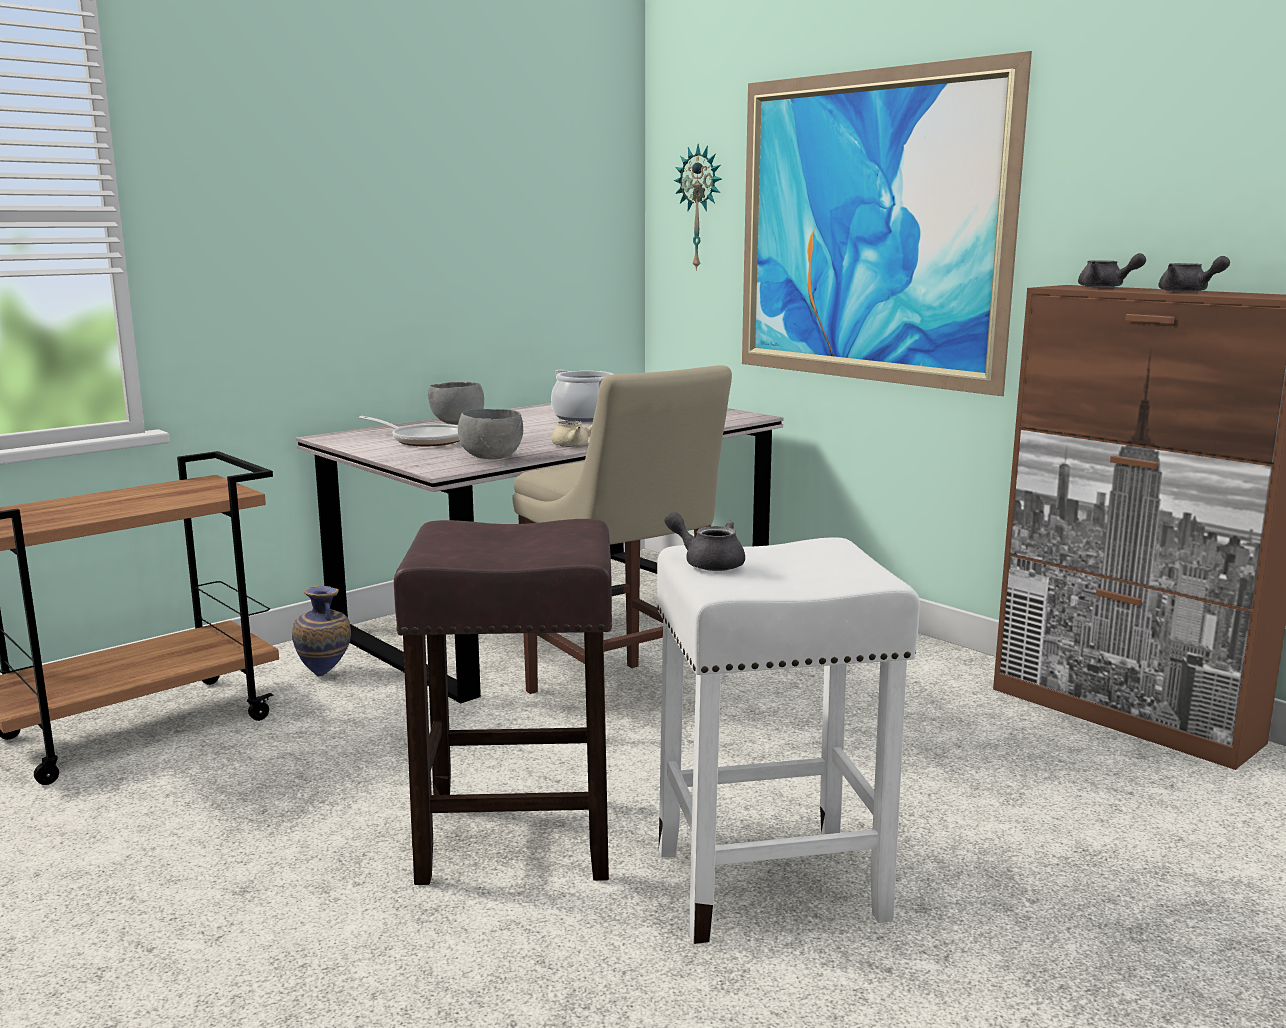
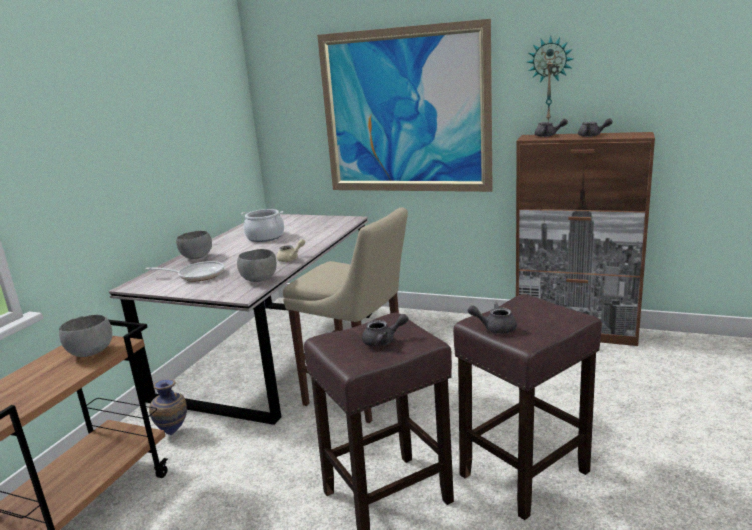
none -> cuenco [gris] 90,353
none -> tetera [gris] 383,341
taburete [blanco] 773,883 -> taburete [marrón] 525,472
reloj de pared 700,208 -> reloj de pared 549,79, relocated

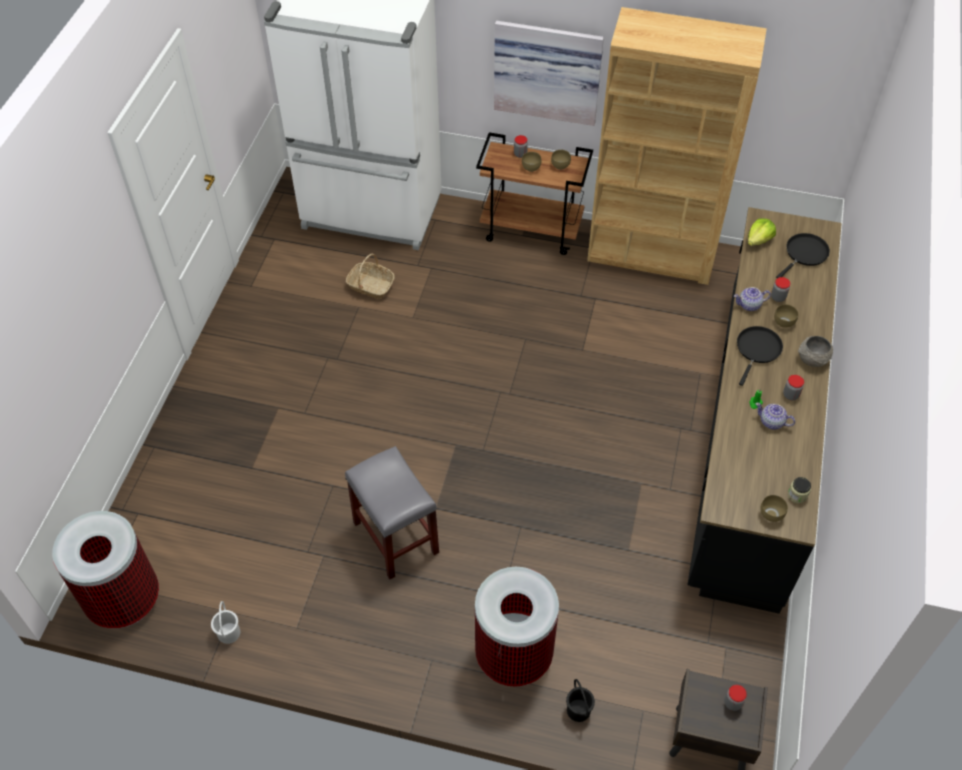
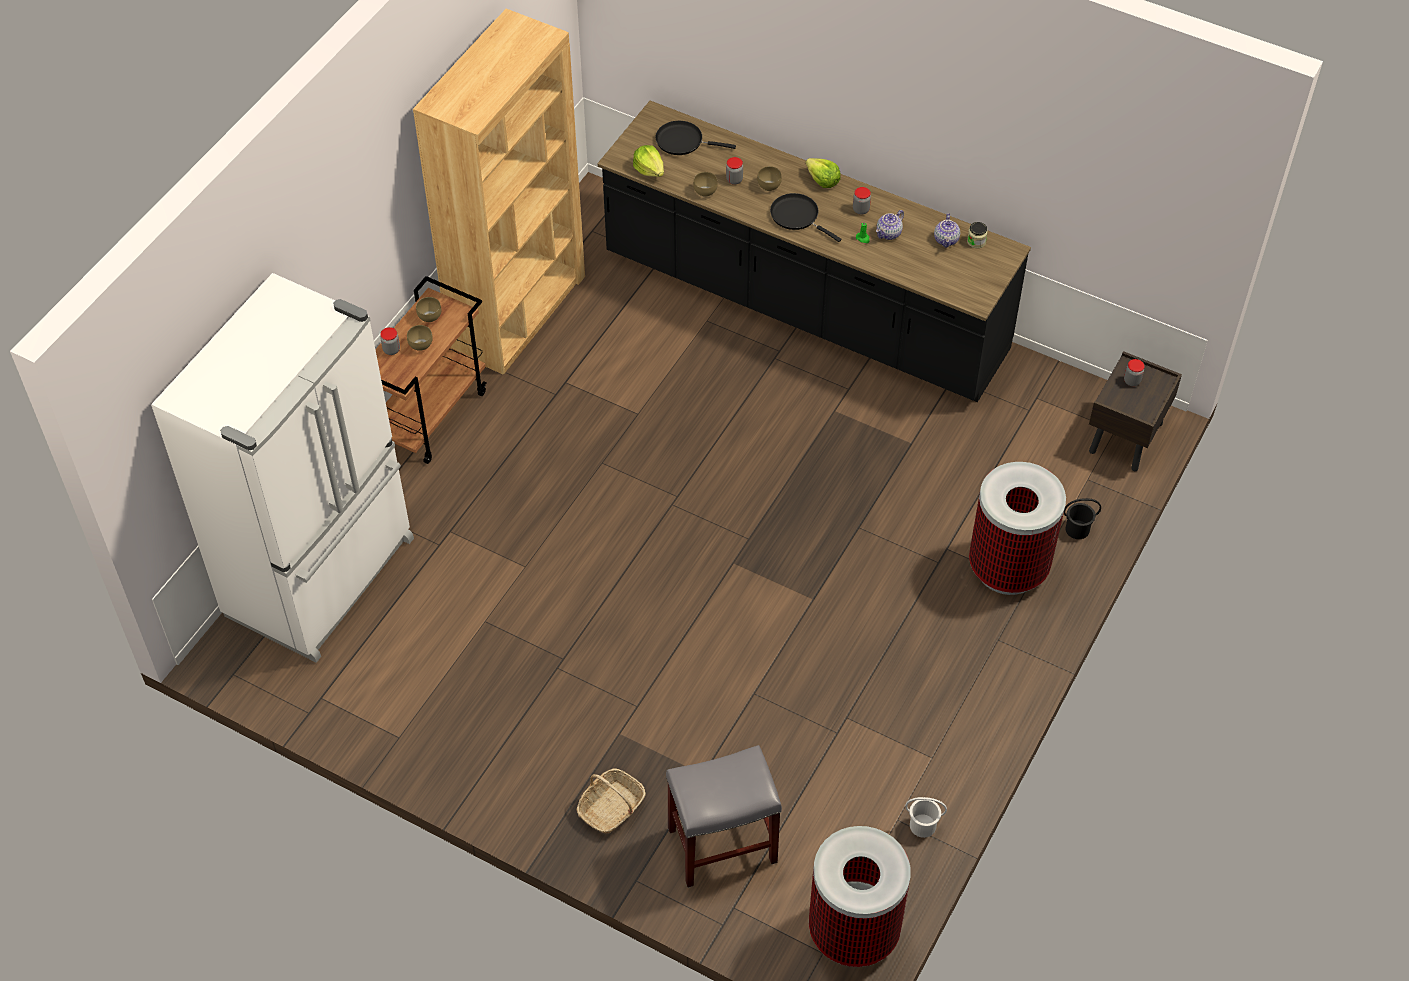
cesta 370,286 -> cesta 611,808, relocated
sartén [negro] 804,254 -> sartén [negro] 683,141, 45 degrees counterclockwise
taburete [gris] 395,537 -> taburete [gris] 721,846, relocated
cuenco [marrón] 771,513 -> cuenco [marrón] 704,191, relocated
cuenco [gris] 812,359 -> lechuga 822,180
tetera 749,305 -> tetera 946,239, relocated
cuadro 547,70 -> none

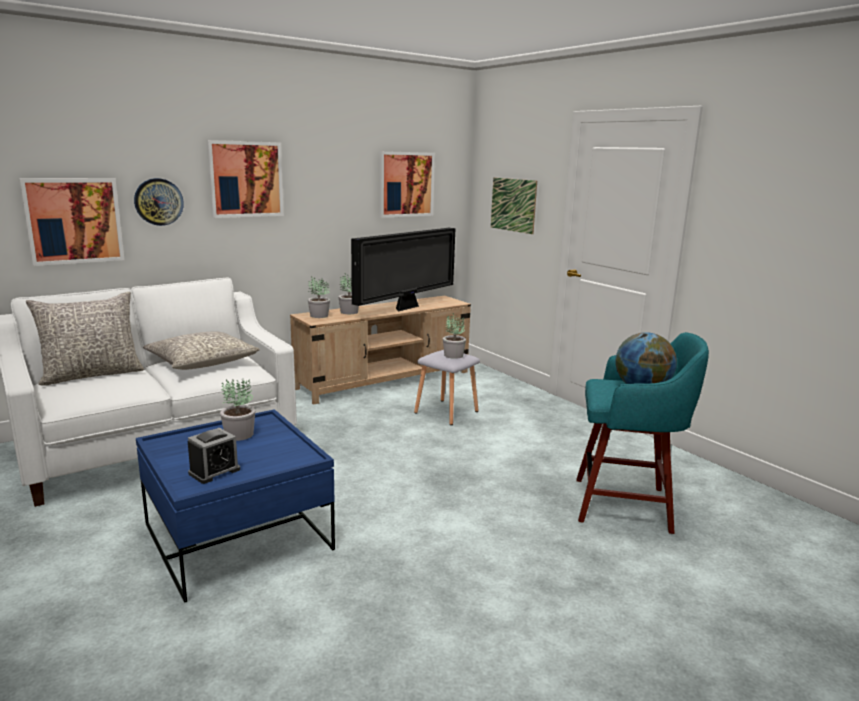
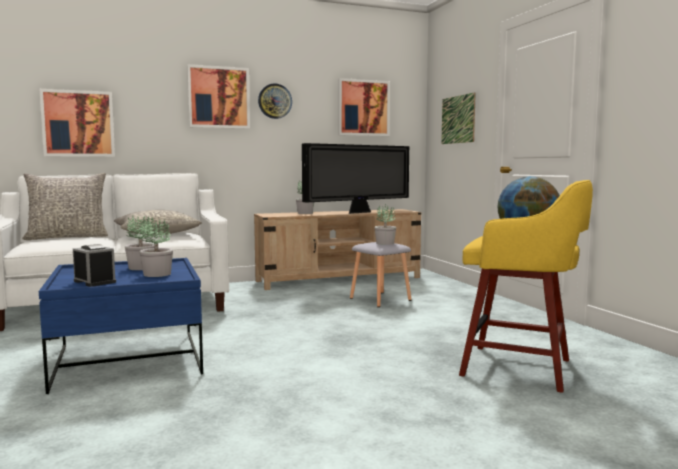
despertador 214,471 -> despertador 95,282, 105 degrees counterclockwise
planta en maceta 318,316 -> planta en maceta 156,274, relocated
reloj de pared 158,202 -> reloj de pared 275,101, relocated
taburete [turquesa] 626,505 -> taburete [amarillo] 520,368

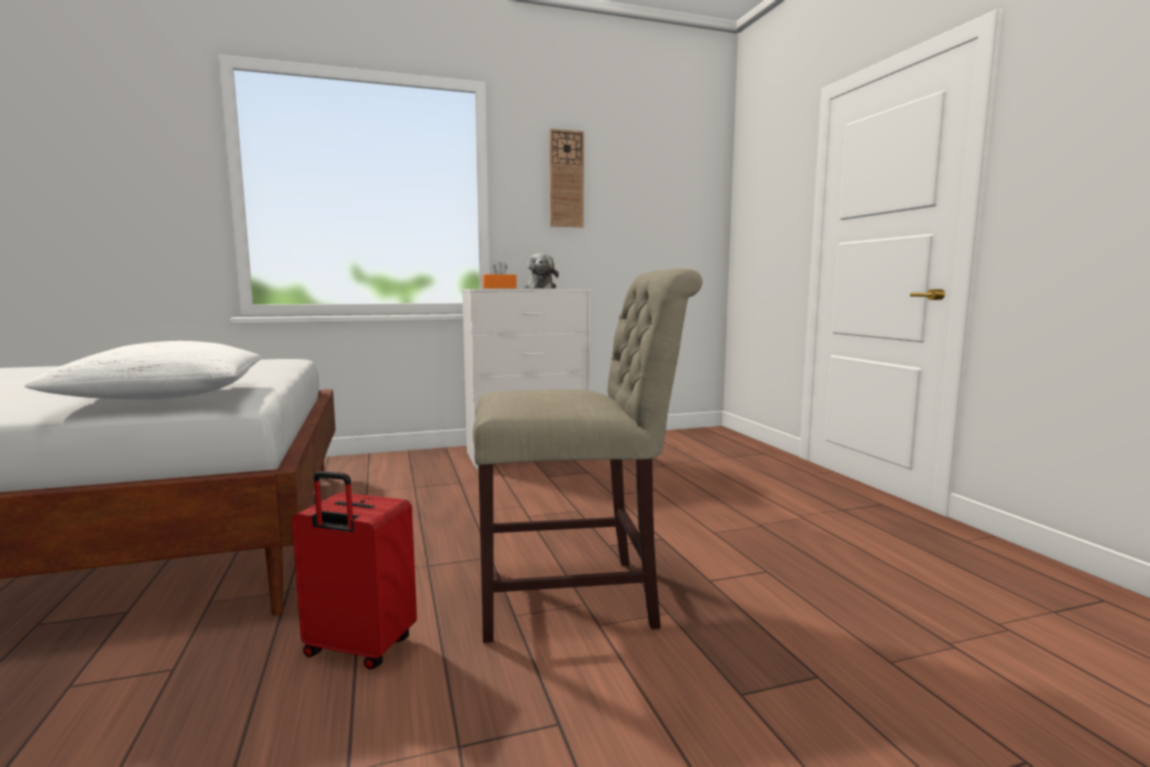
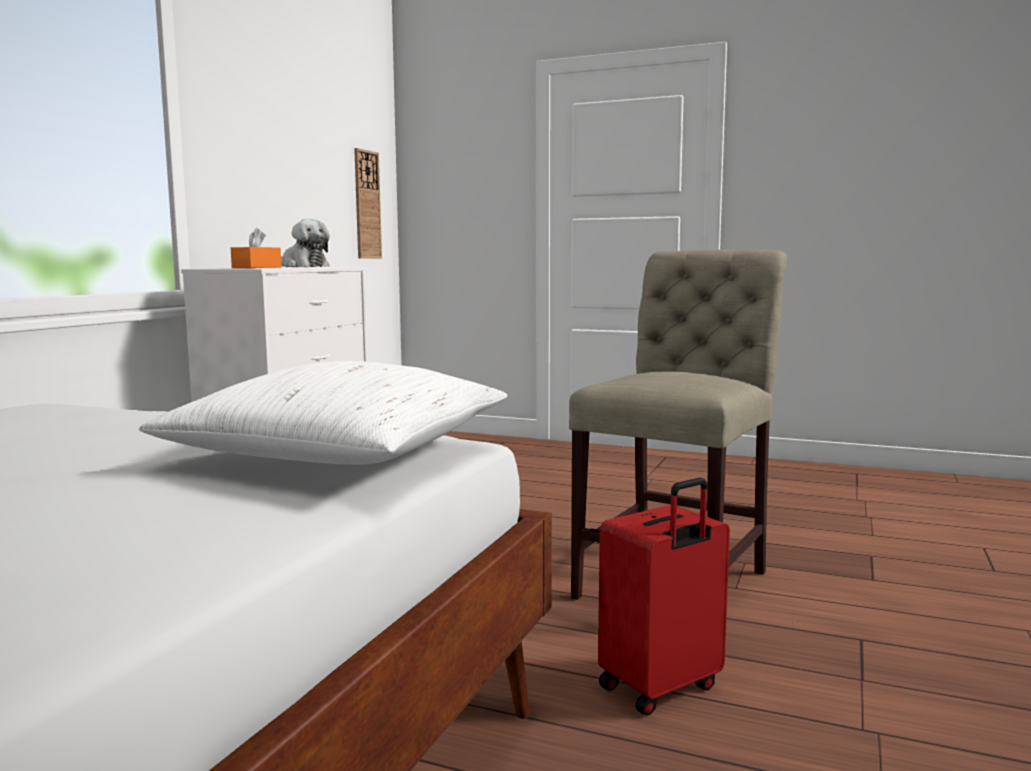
reloj de pared 566,179 -> reloj de pared 367,205, relocated

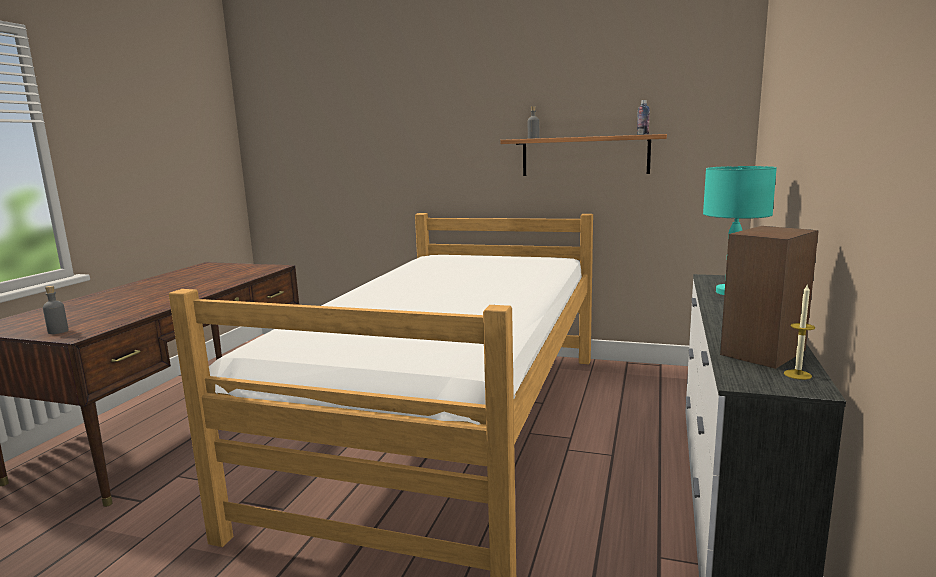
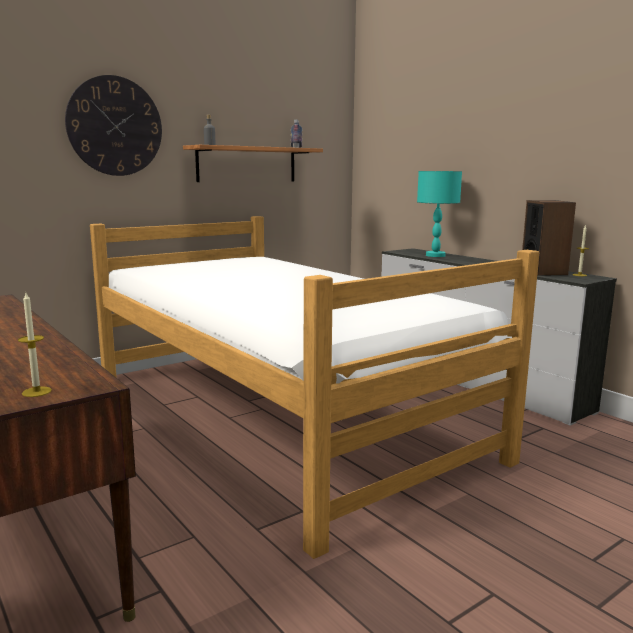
botella [gris] 58,331 -> vela 36,392
none -> reloj de pared 115,126

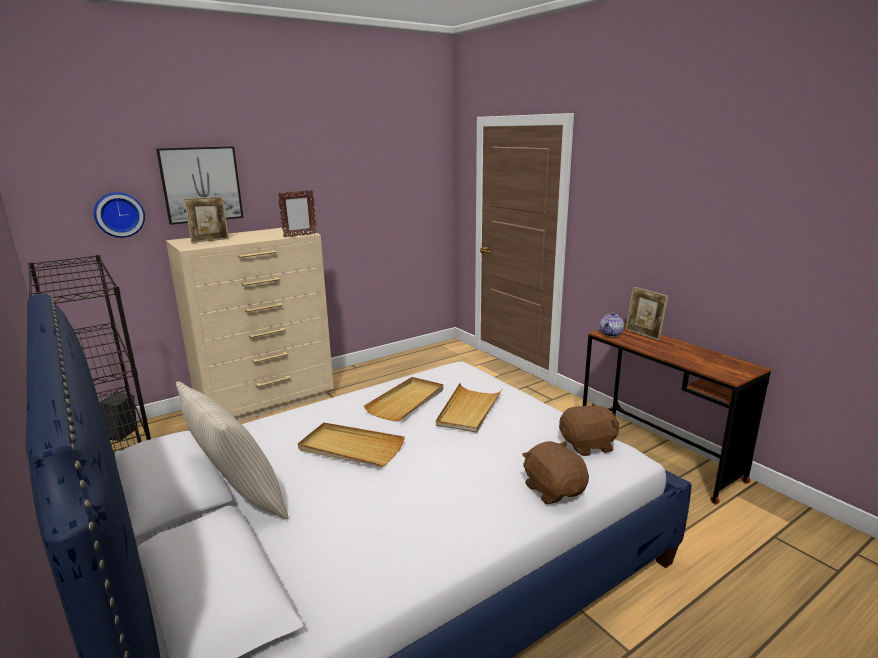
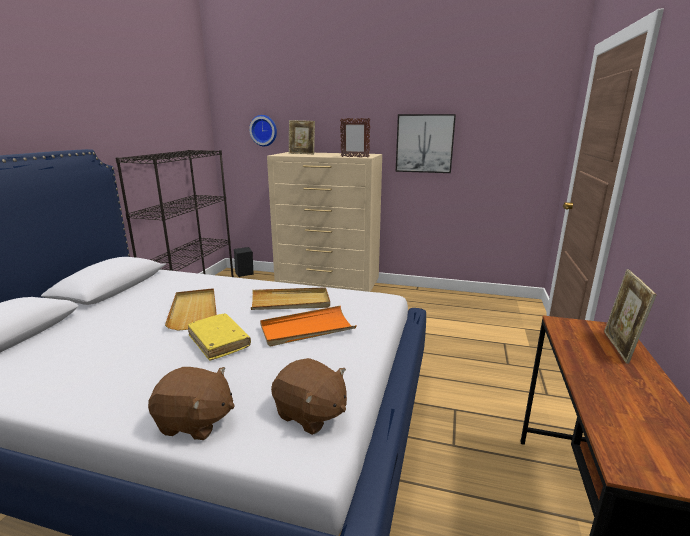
peluche [marrón] 554,490 -> peluche [marrón] 195,422, 75 degrees clockwise
none -> libro [amarillo] 219,342
bandeja [beis] 468,410 -> bandeja [naranja] 307,329
cuadro 201,184 -> cuadro 424,143, relocated
cojín [beis] 239,499 -> none
tetera 611,334 -> none

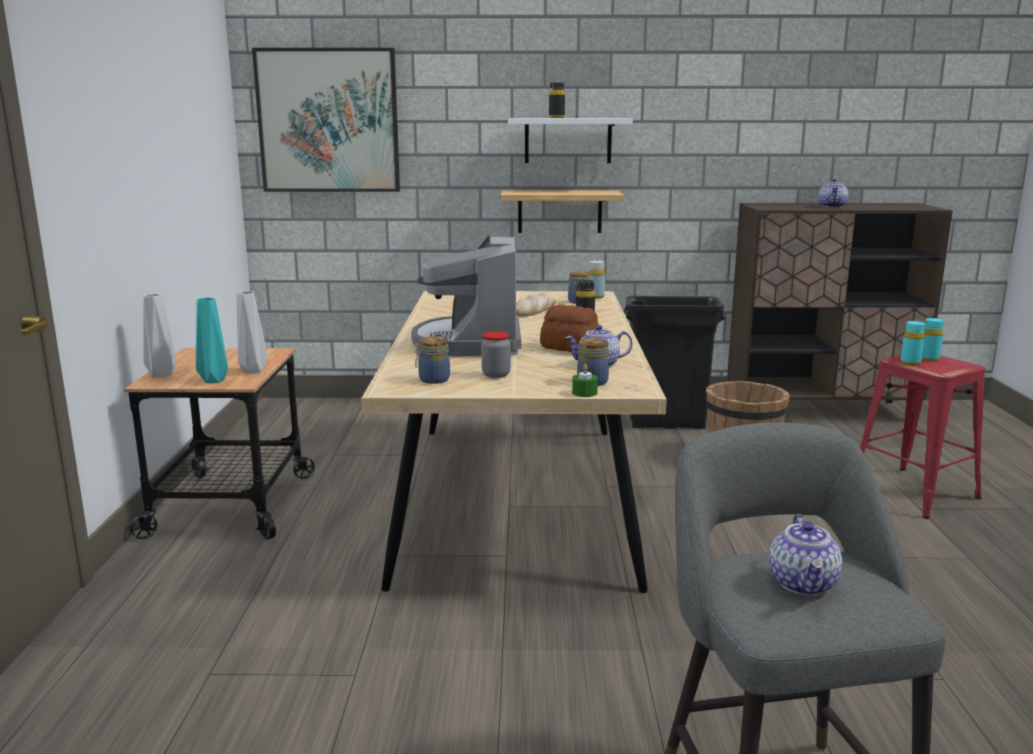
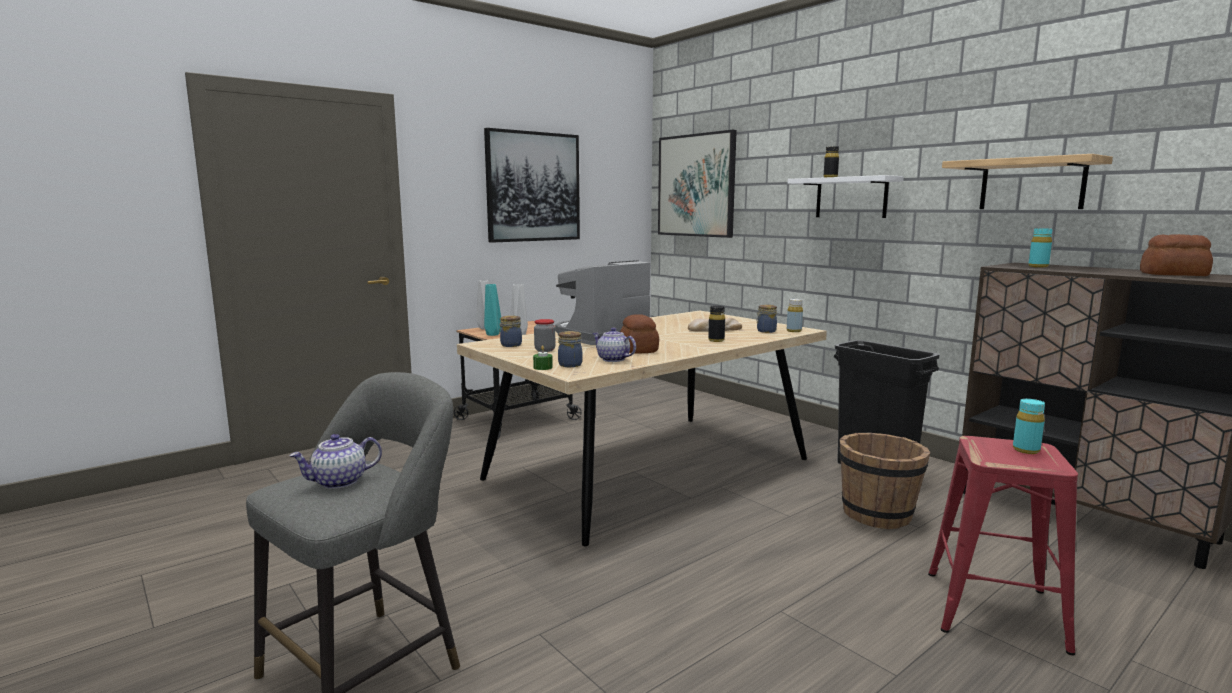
none -> cuadro 533,187
estante 559,211 -> estante 1031,184, relocated
botella [turquesa] 910,363 -> botella [turquesa] 1038,266, relocated
none -> pan 1174,274
tetera 832,206 -> none

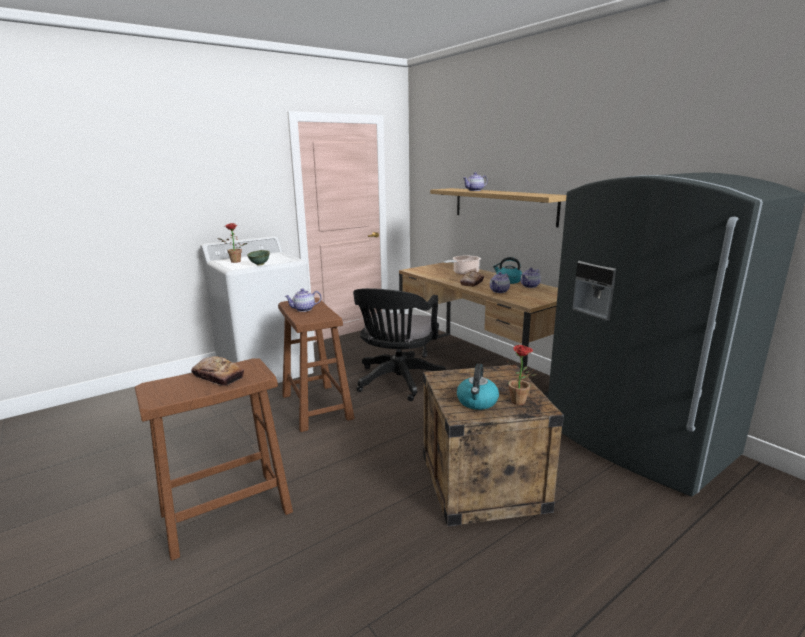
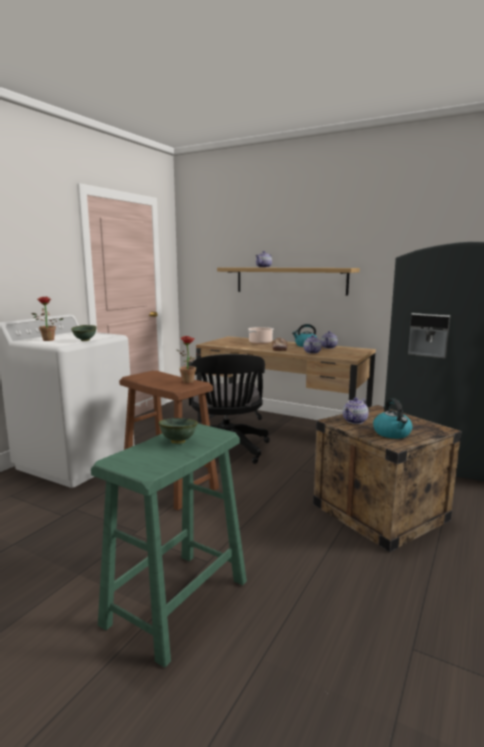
taburete [marrón] 225,512 -> taburete [verde] 176,602
pan 218,377 -> cuenco [verde] 177,442
planta en maceta 521,402 -> planta en maceta 190,382, relocated
tetera 304,309 -> tetera 355,421, relocated

